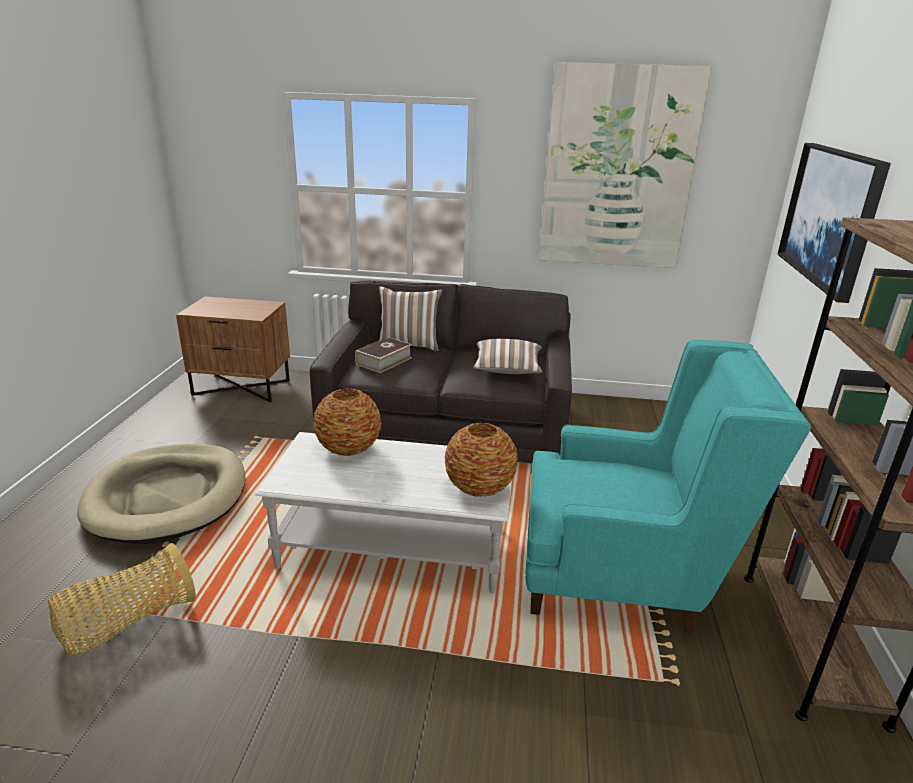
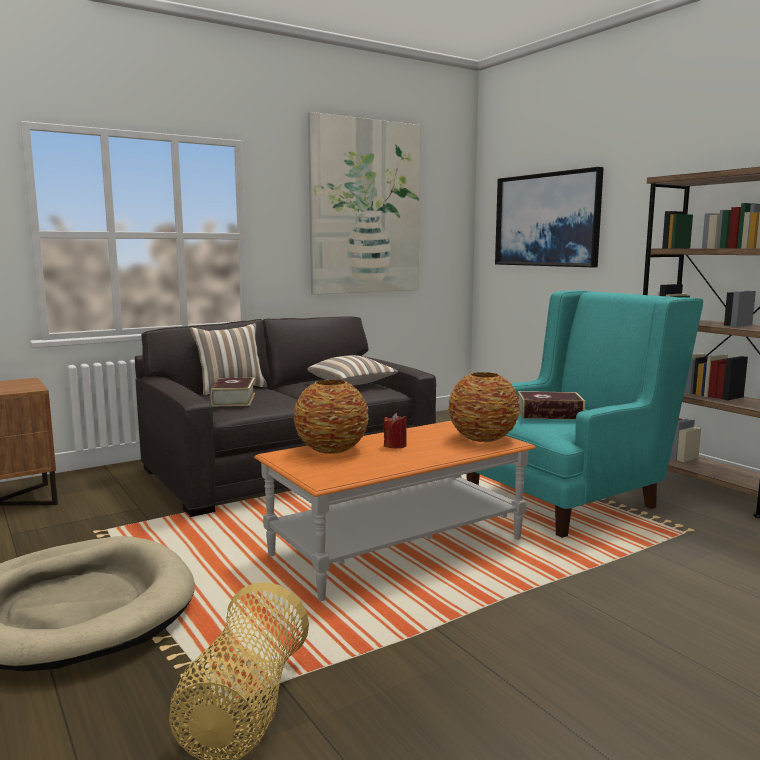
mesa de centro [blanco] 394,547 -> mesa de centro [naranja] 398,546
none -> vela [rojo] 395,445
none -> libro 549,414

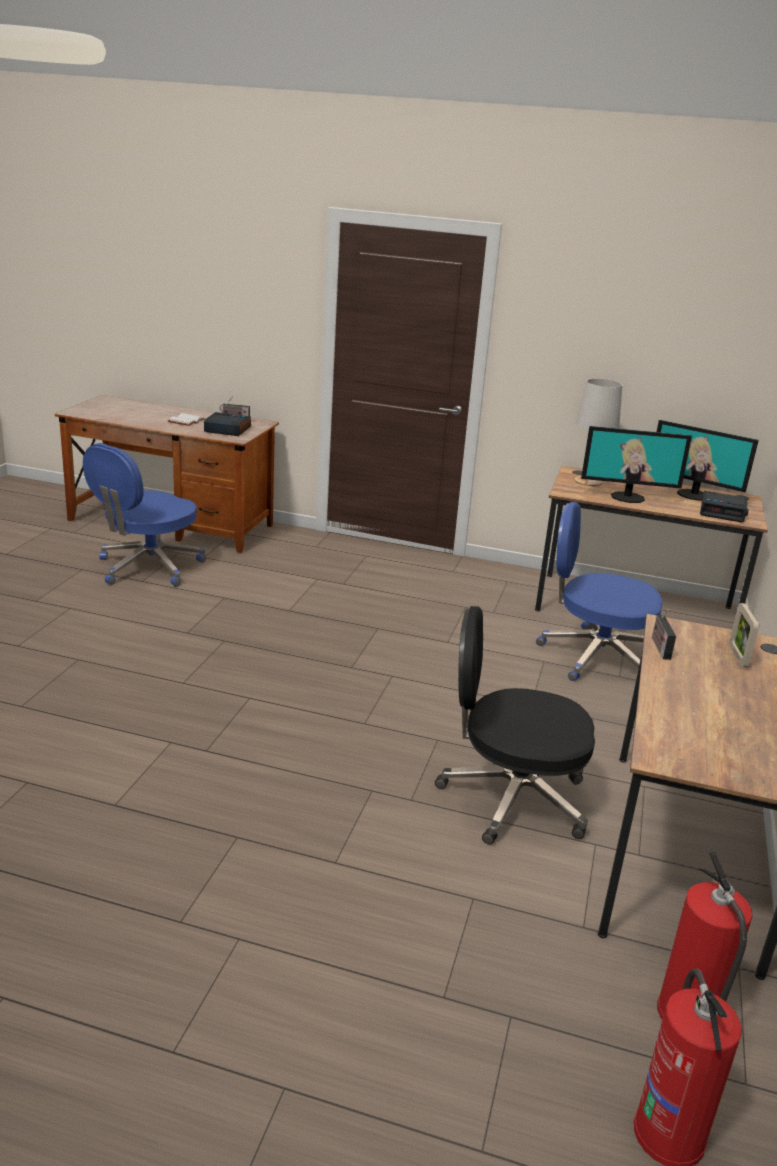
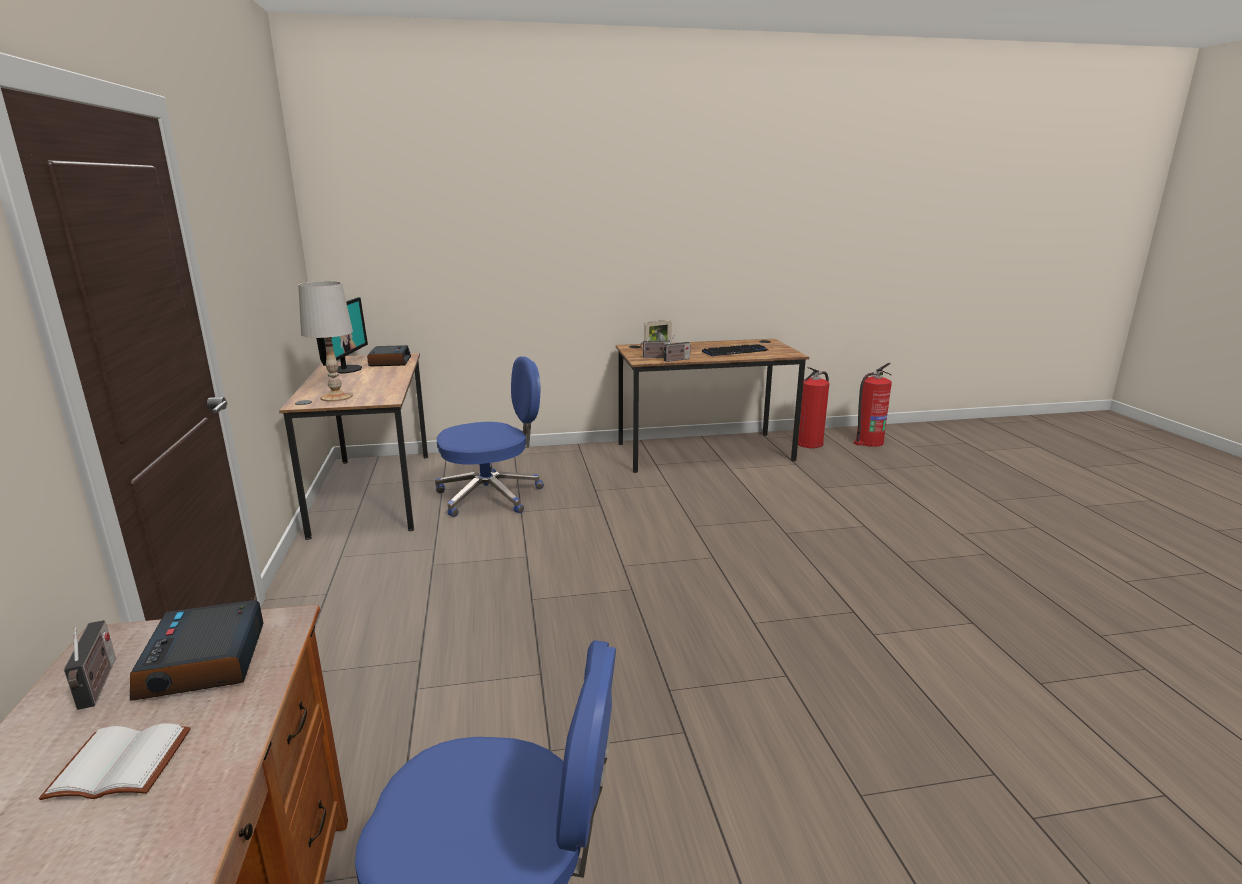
silla de oficina [azul] 594,656 -> silla de oficina [azul] 492,495, 105 degrees counterclockwise
none -> radio 655,357
none -> teclado 735,351
silla de oficina [negro] 511,798 -> none
monitor 627,497 -> none

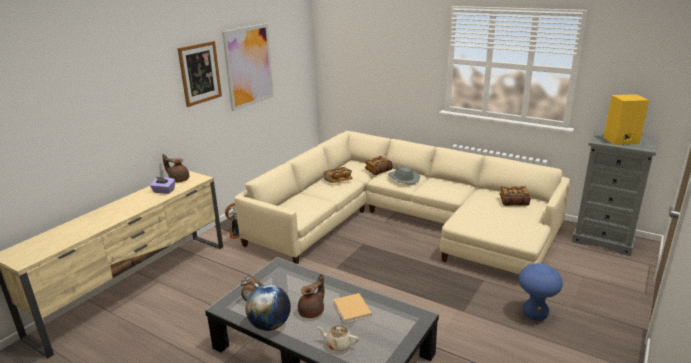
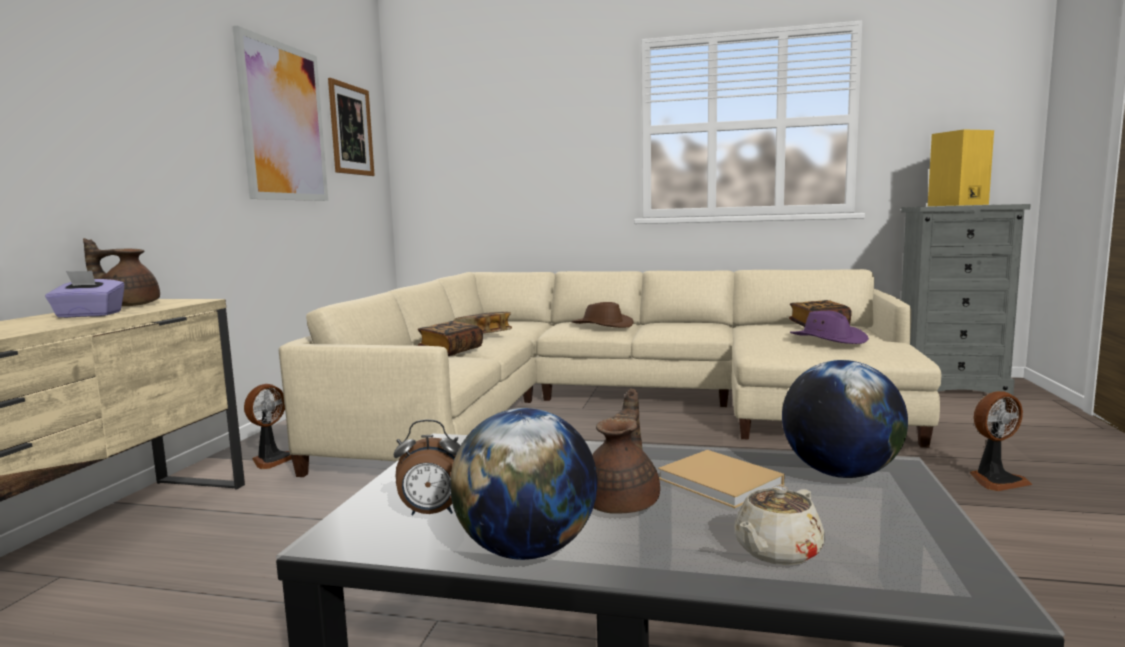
cuadro 200,73 -> cuadro 351,130, relocated
libro 378,170 -> libro 451,351, relocated
sombrero [gris] 403,178 -> sombrero [marrón] 602,325
tetera [beis] 338,344 -> tetera [beis] 776,551, 45 degrees counterclockwise
none -> globo terráqueo 840,474
none -> sombrero [morado] 828,339
taburete [azul] 535,314 -> ventilador 995,480

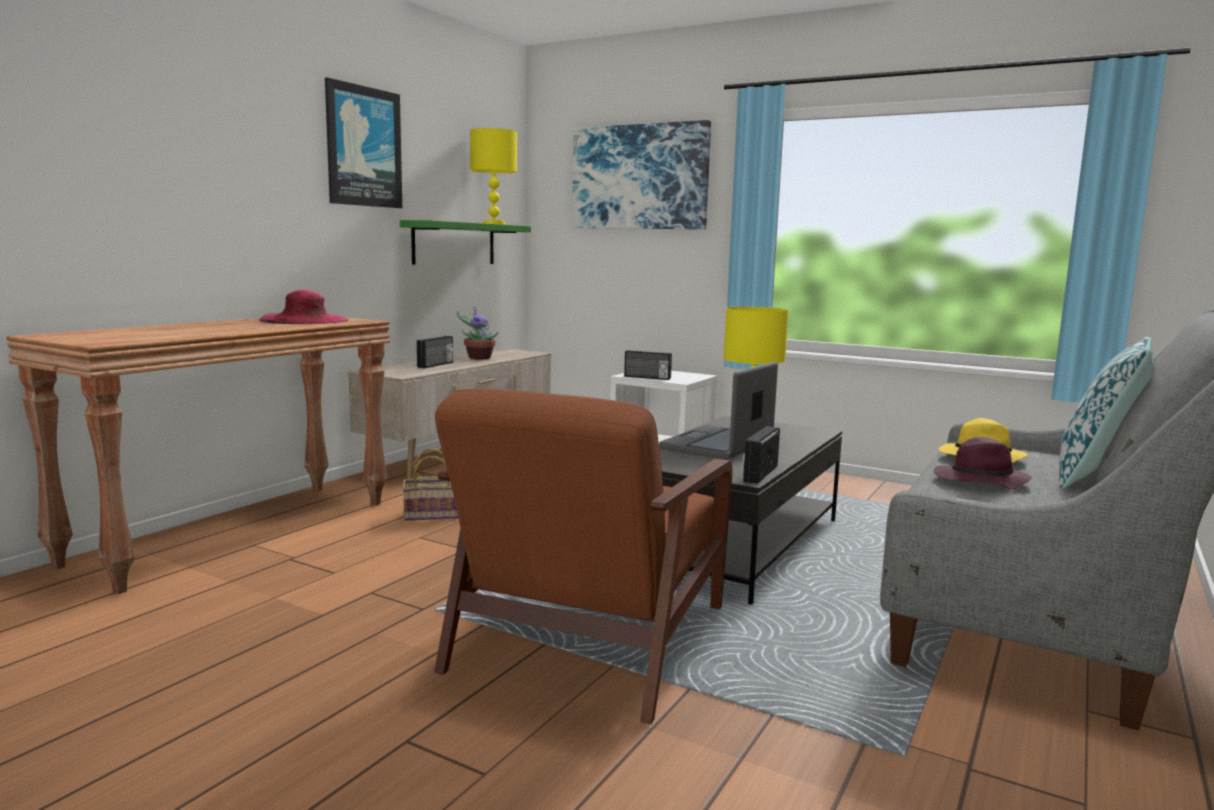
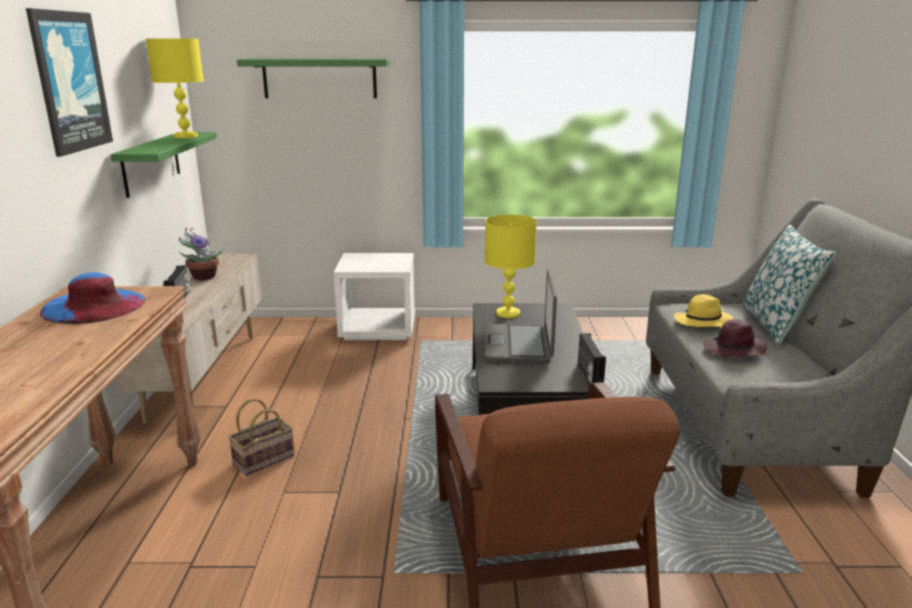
sombrero [rosa] 304,320 -> sombrero [azul] 94,306
cuadro 639,177 -> estante [verde] 319,78
radio 647,377 -> none

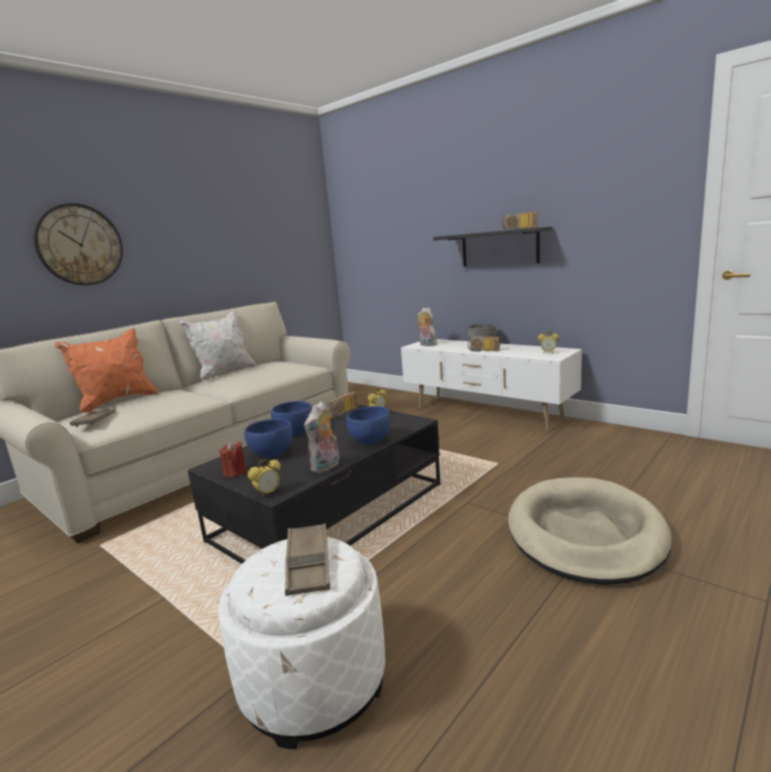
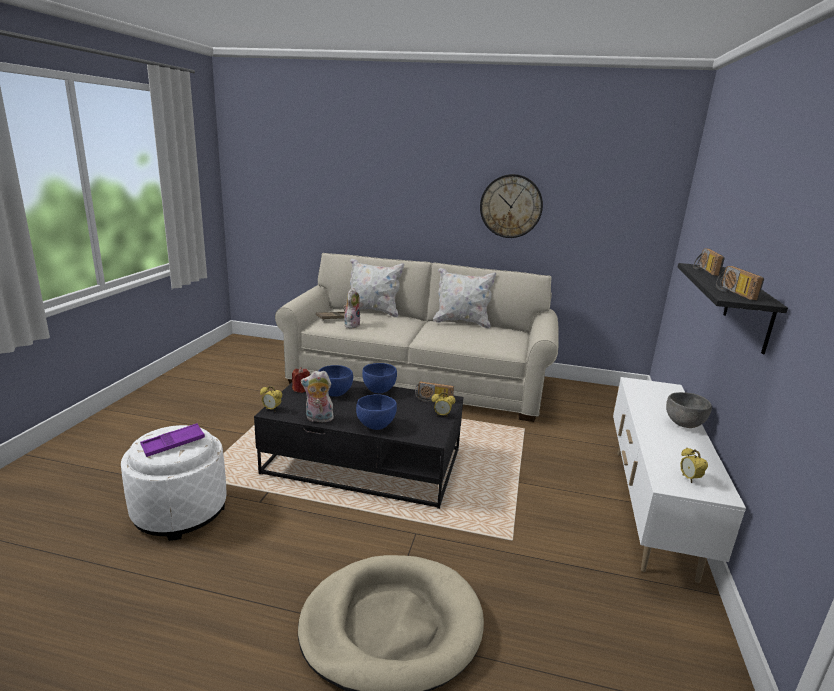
bandeja [marrón] 308,564 -> bandeja [morado] 173,444
peluche 426,345 -> peluche 351,325, relocated
cojín [naranja] 117,402 -> cojín [blanco] 373,312
reloj de pared 79,245 -> reloj de pared 511,206, relocated
radio 482,350 -> radio 704,270, relocated

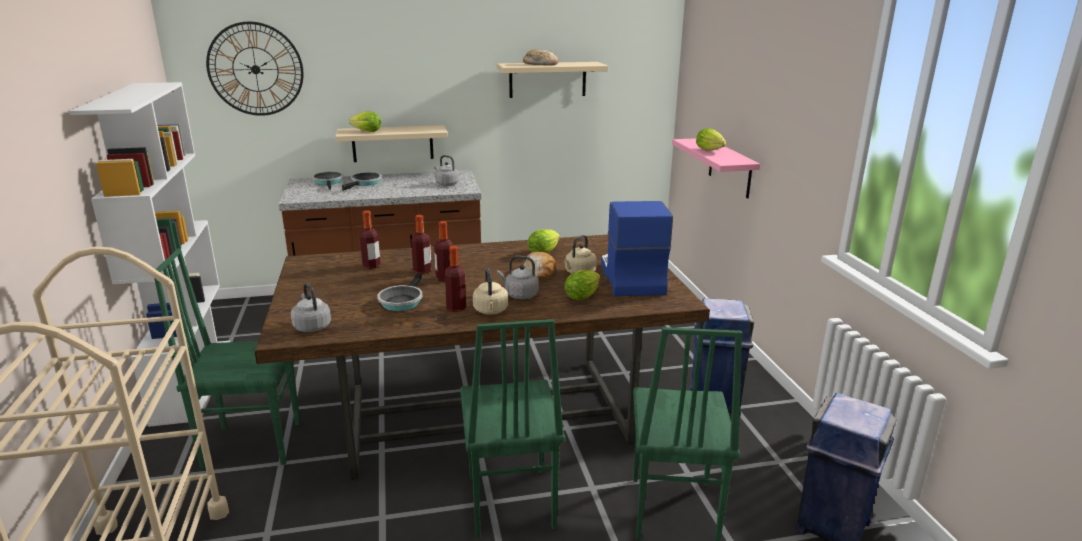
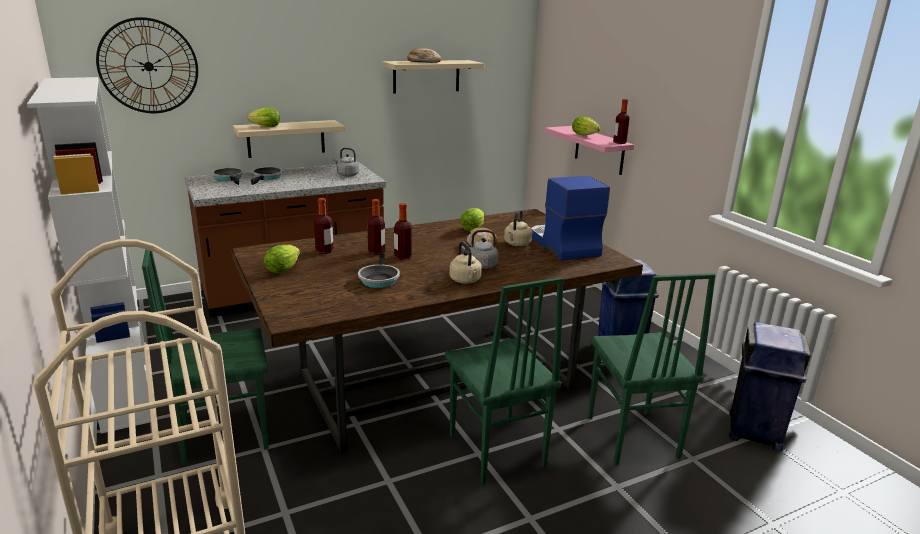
lechuga 584,295 -> lechuga 284,269, relocated
botella 456,308 -> botella 619,142, relocated
hervidor [gris] 311,326 -> none

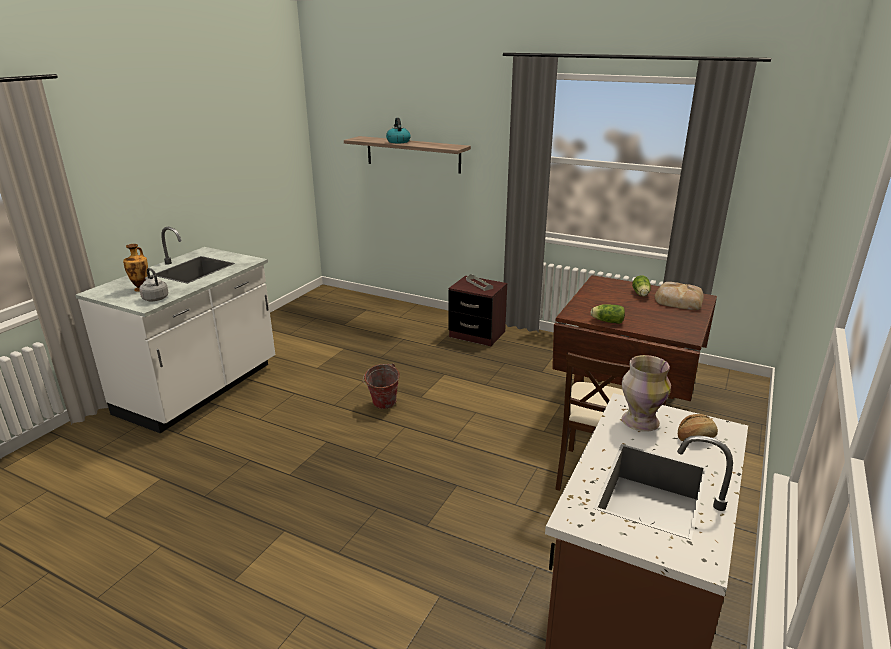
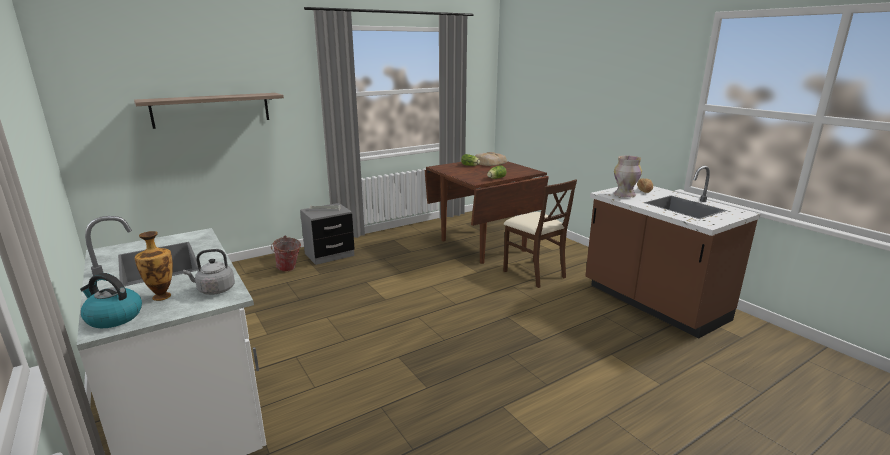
hervidor 398,141 -> hervidor 113,317, relocated
cubo 382,406 -> cubo 288,269, relocated
mesita de noche [marrón] 477,334 -> mesita de noche [gris] 329,255

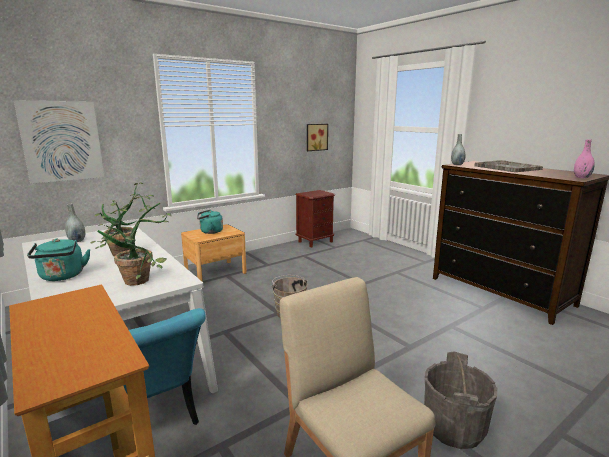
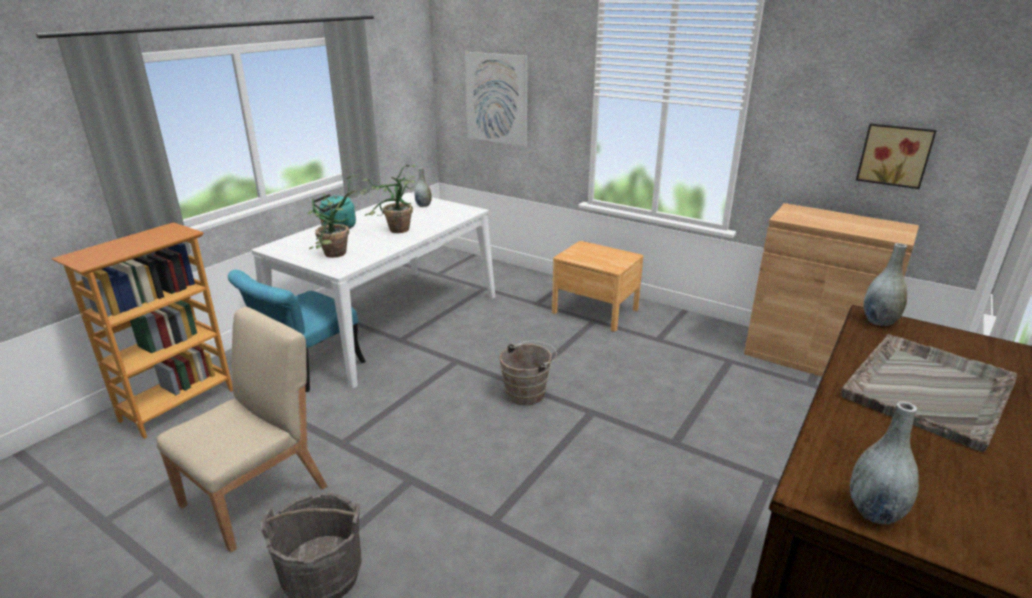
mesita de noche [marrón] 315,241 -> armario [marrón] 809,358
florero [rosa] 581,177 -> florero [gris] 874,511
hervidor [turquesa] 210,232 -> none

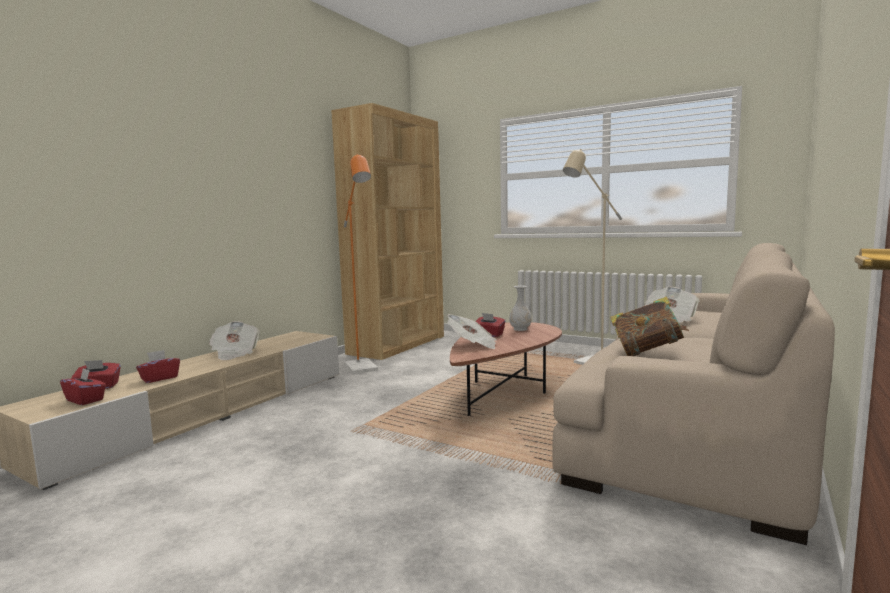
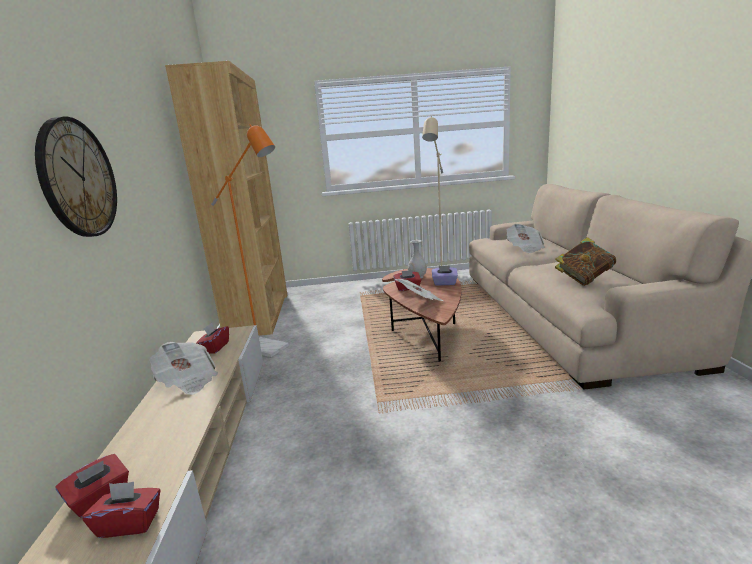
none -> reloj de pared 78,178
caja de pañuelos [rojo] 159,378 -> caja de pañuelos [rojo] 215,347, relocated
none -> caja de pañuelos [morado] 444,283

